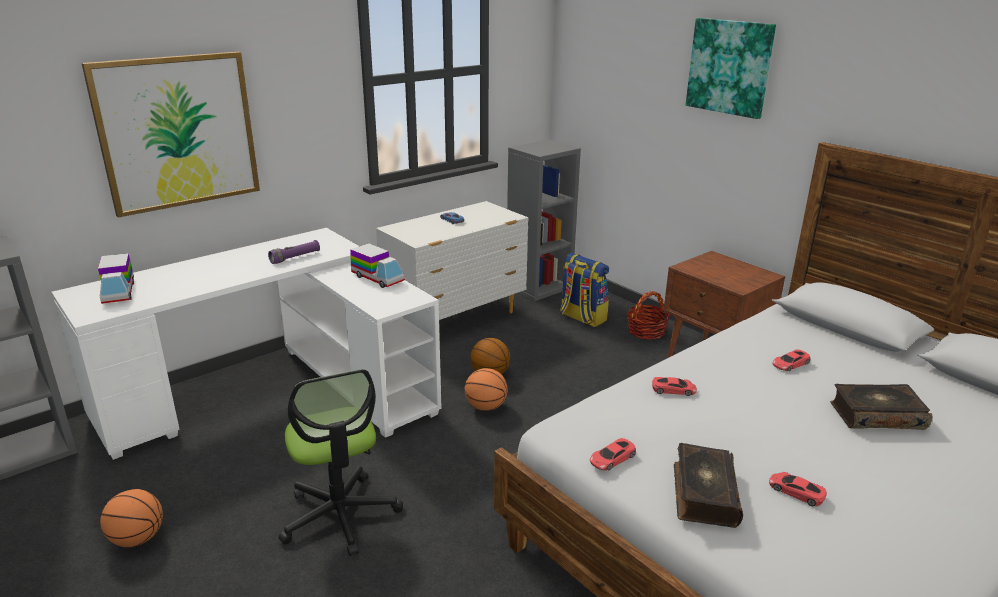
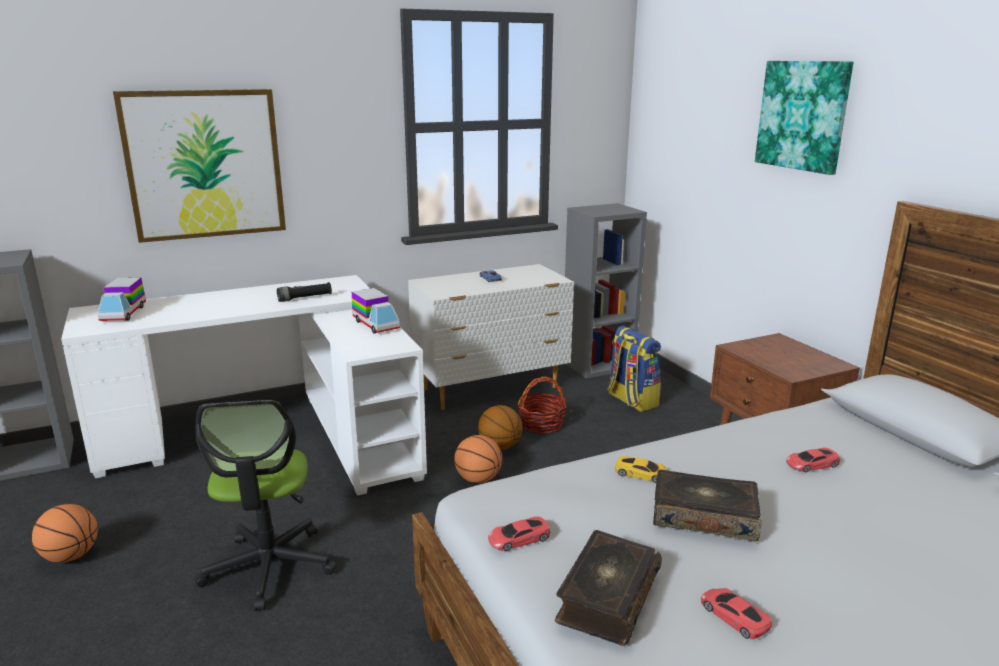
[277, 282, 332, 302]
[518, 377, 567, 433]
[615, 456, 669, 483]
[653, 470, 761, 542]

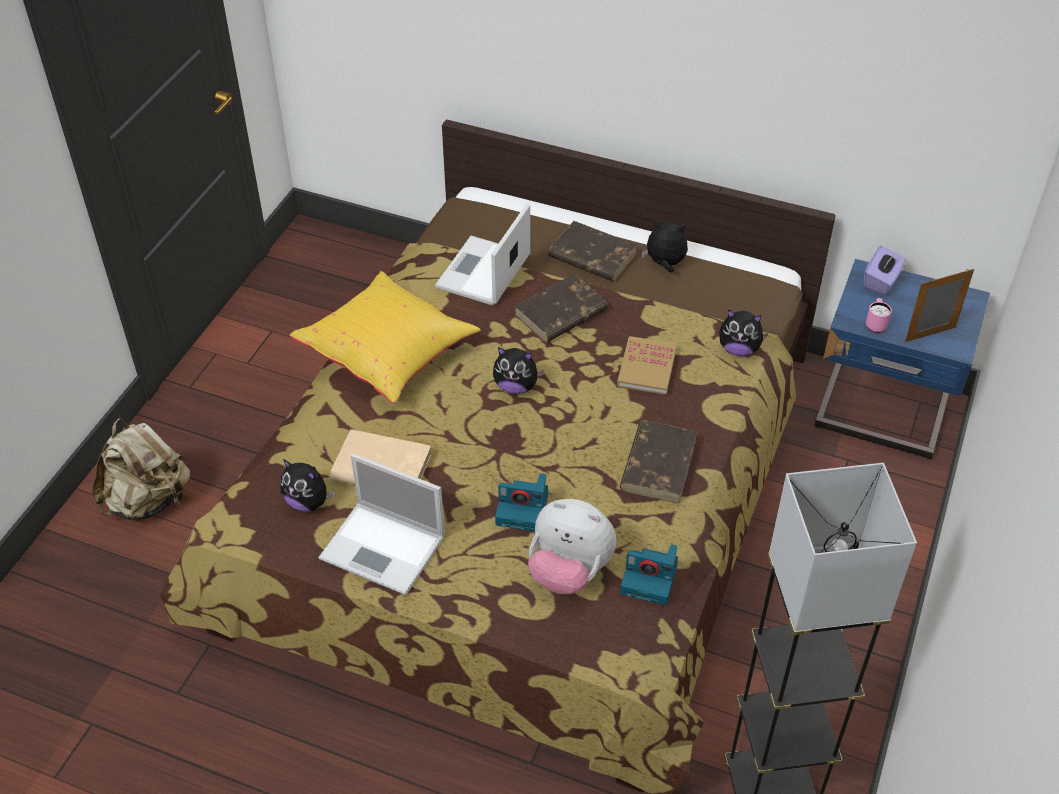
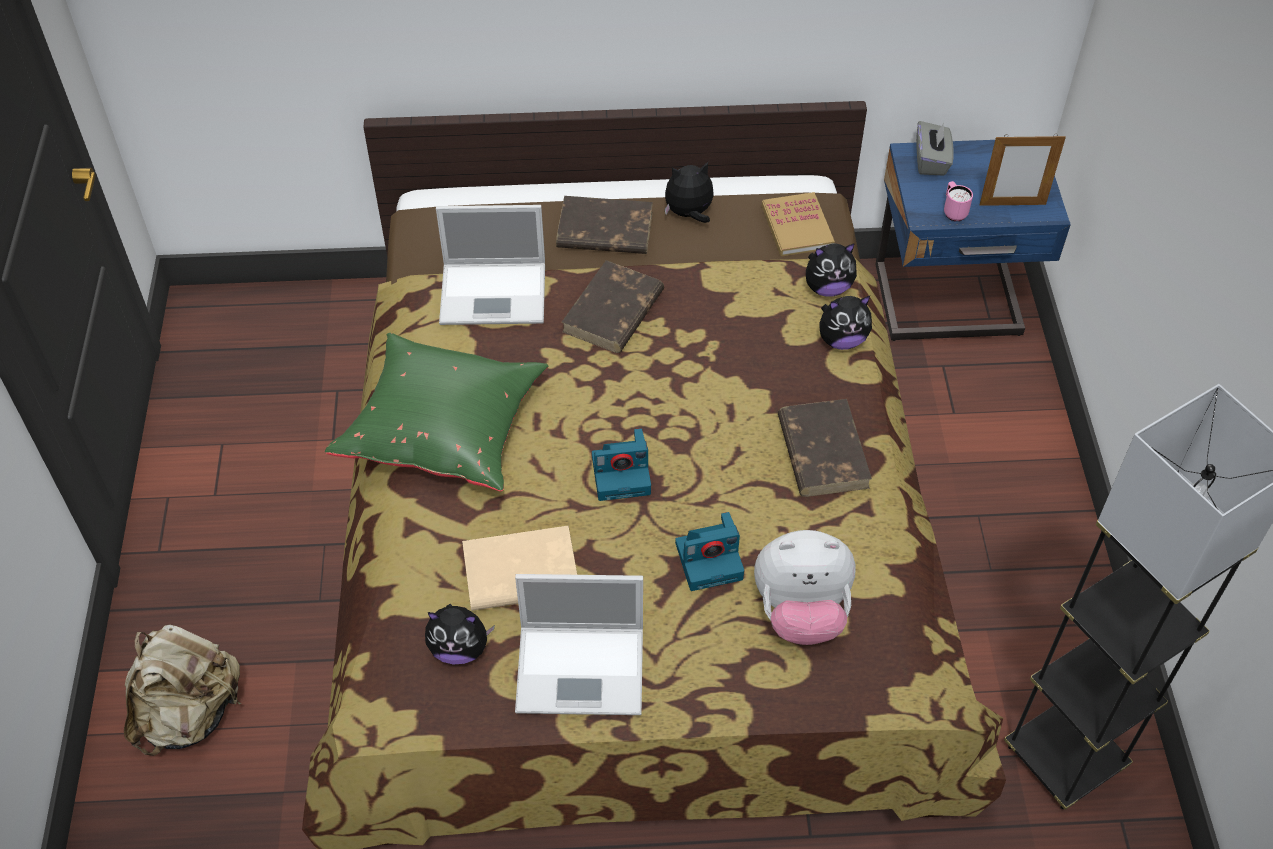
[325, 333, 548, 492]
[436, 205, 545, 325]
[819, 296, 872, 350]
[762, 192, 835, 257]
[592, 428, 651, 501]
[916, 121, 954, 176]
[979, 134, 1066, 206]

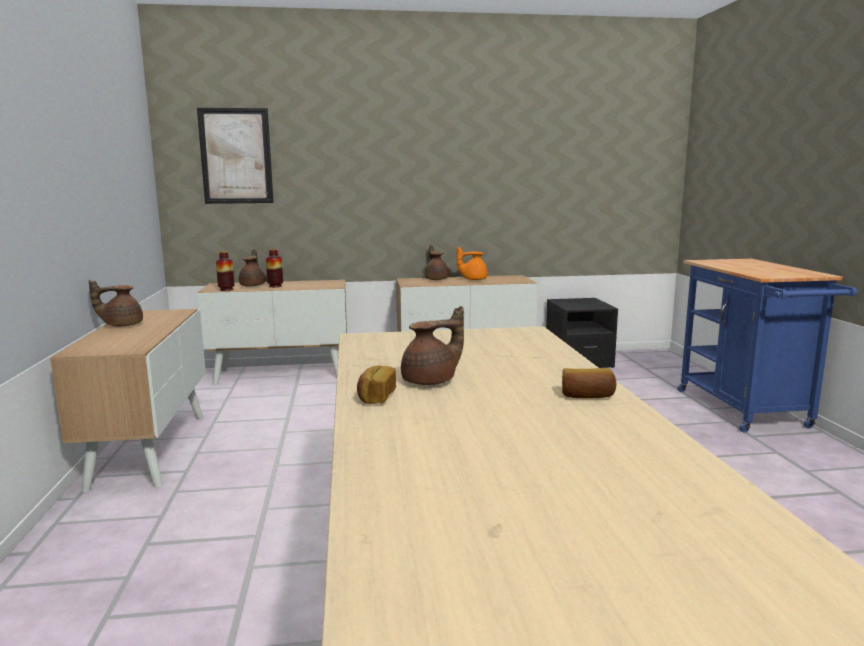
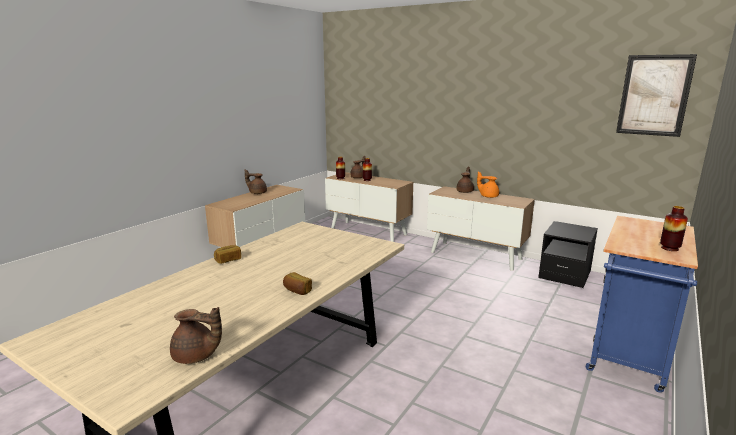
[616, 54, 697, 137]
[170, 307, 222, 364]
[660, 206, 688, 251]

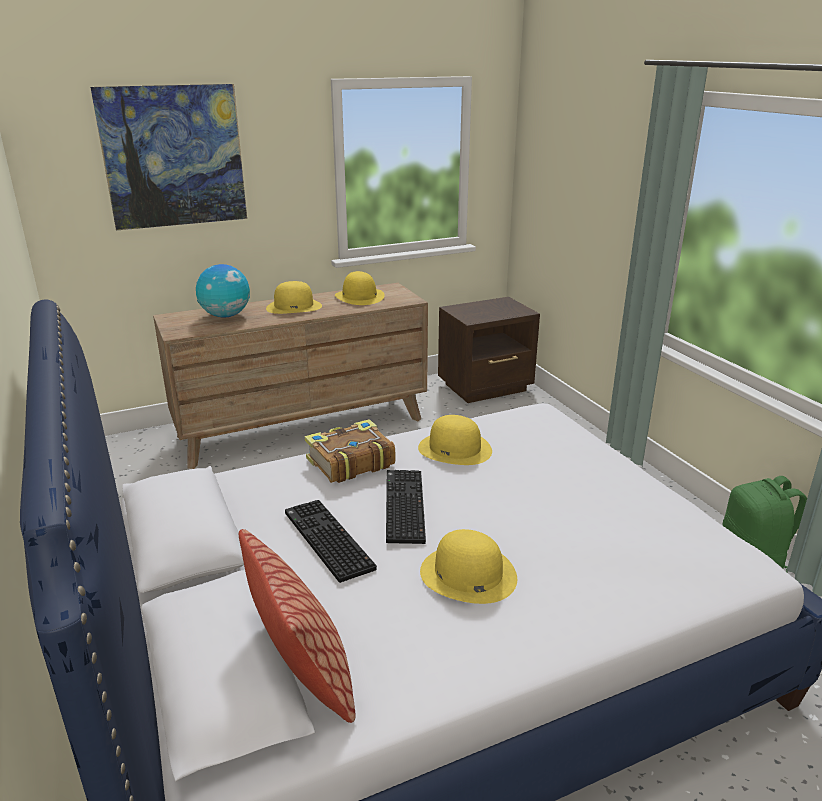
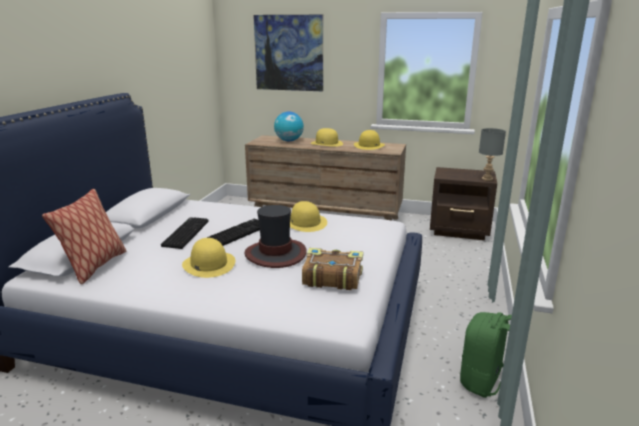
[302, 248, 363, 290]
[244, 205, 307, 268]
[479, 128, 506, 181]

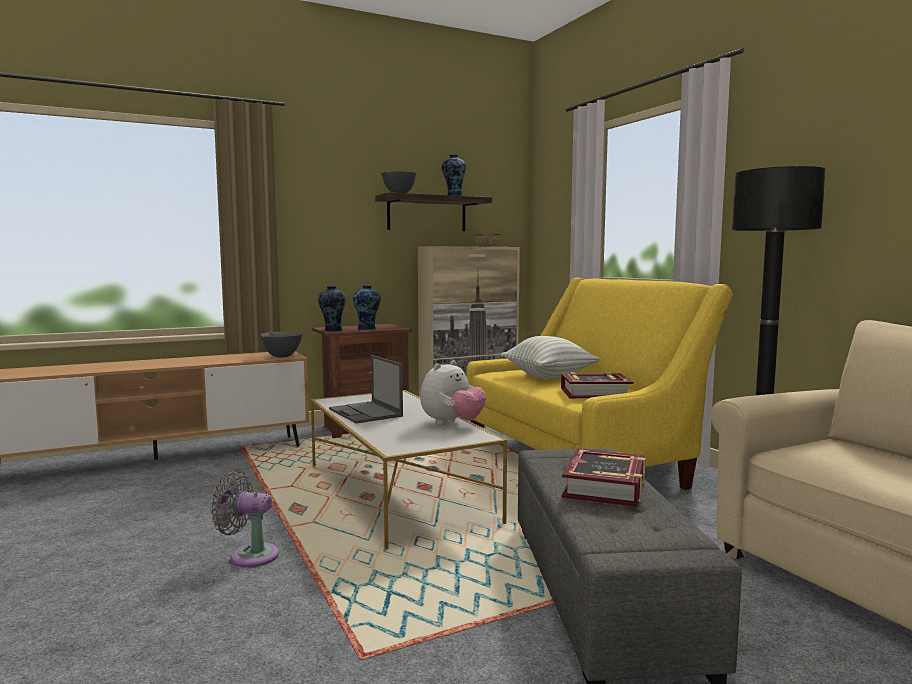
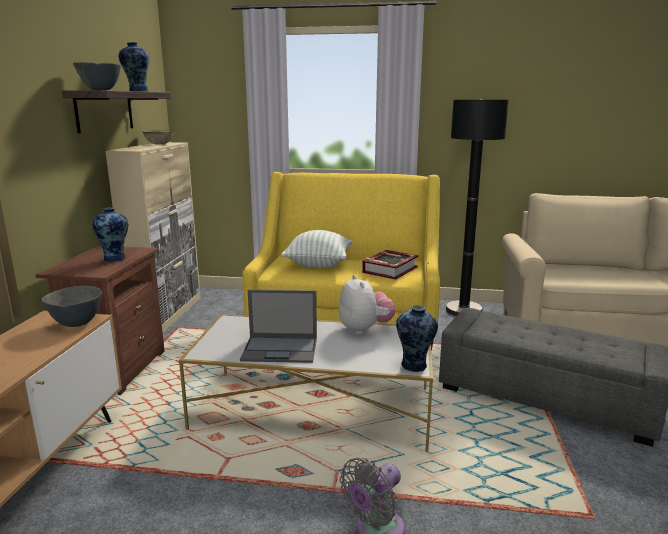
[396, 305, 438, 372]
[562, 448, 646, 507] (first image)

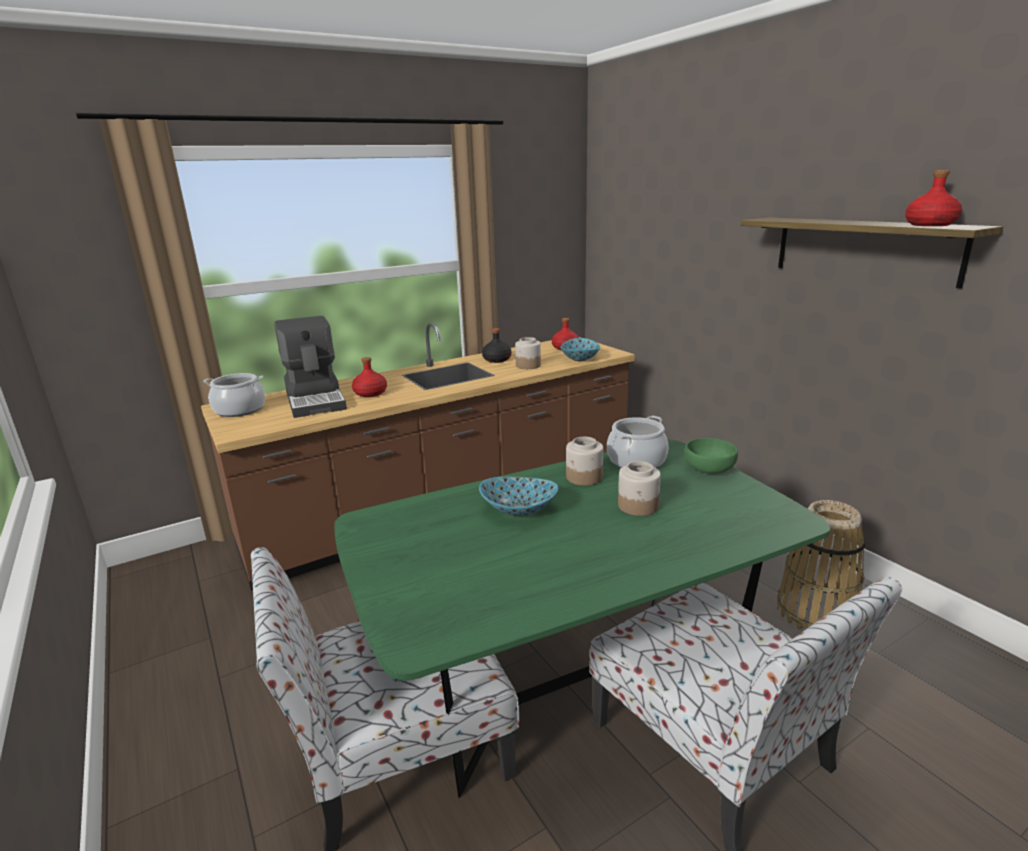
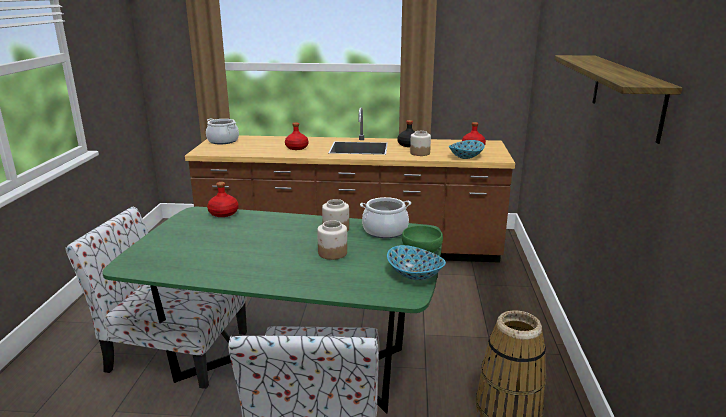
[274, 316, 347, 418] (first image)
[387, 245, 446, 280]
[207, 182, 239, 217]

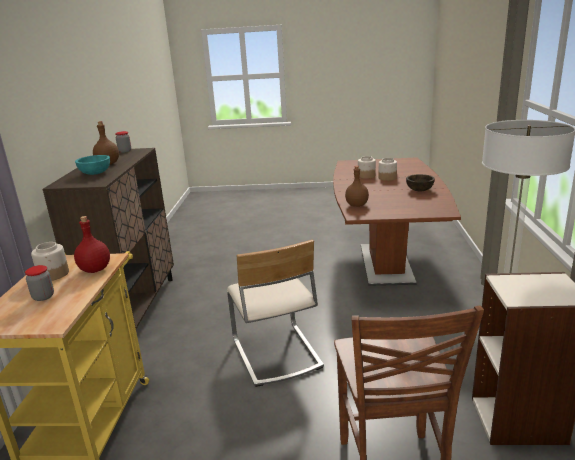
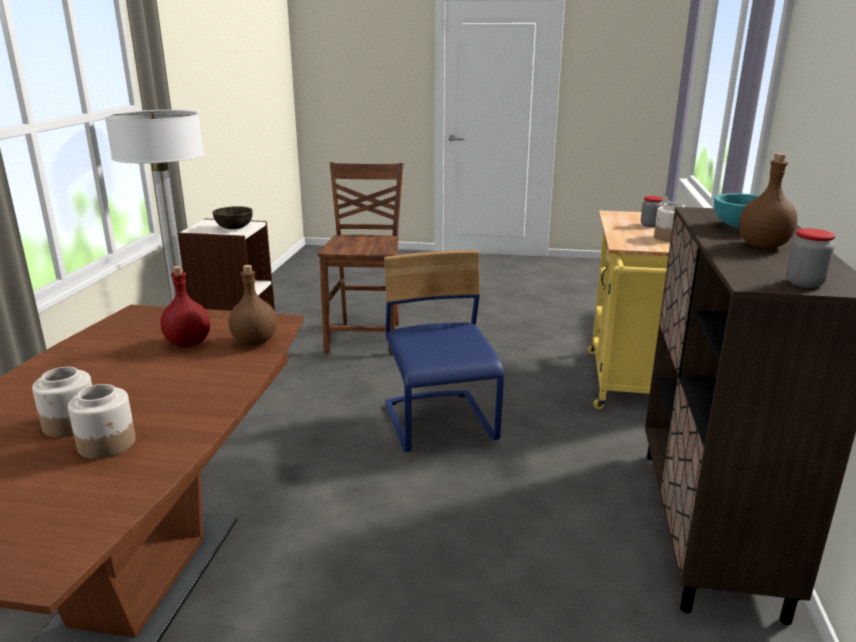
[160, 266, 210, 347]
[384, 250, 504, 452]
[212, 206, 253, 229]

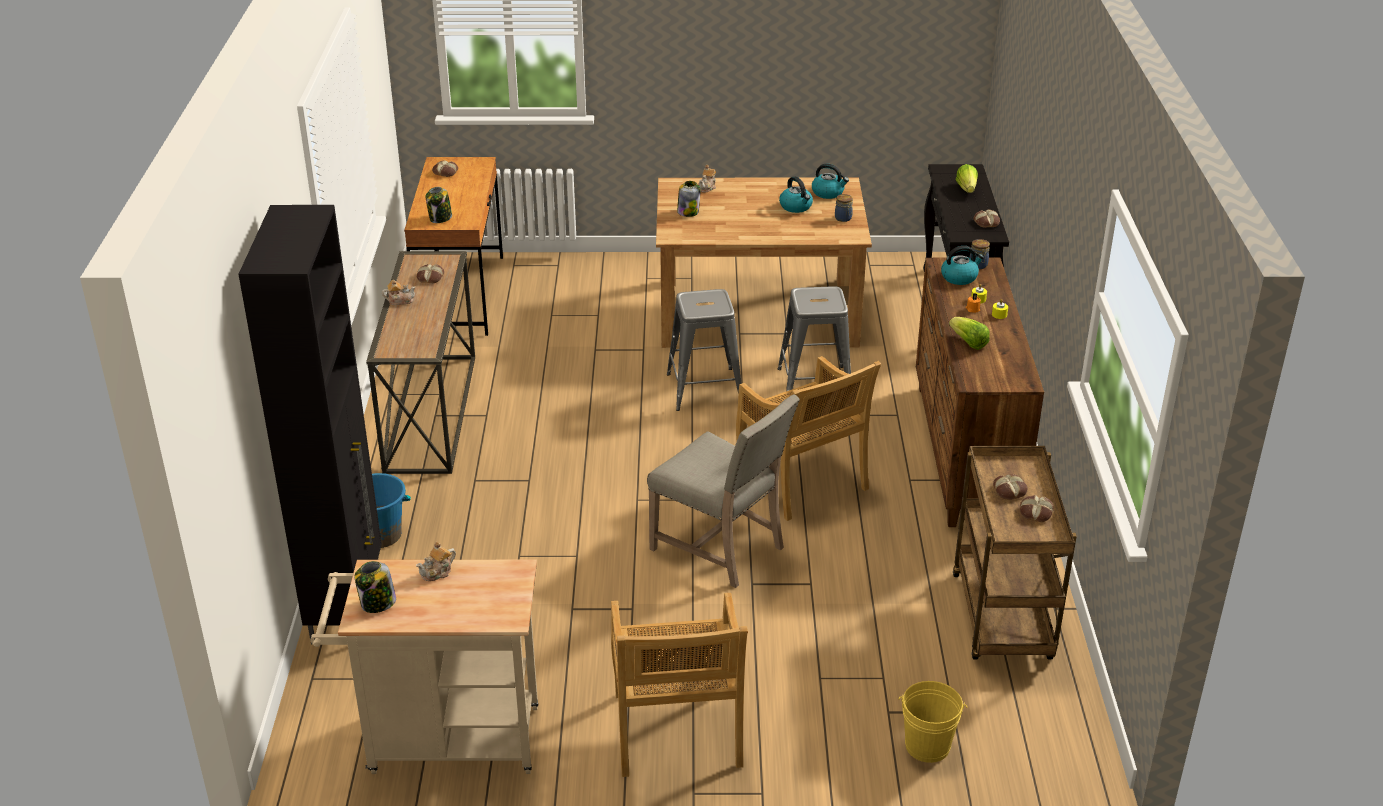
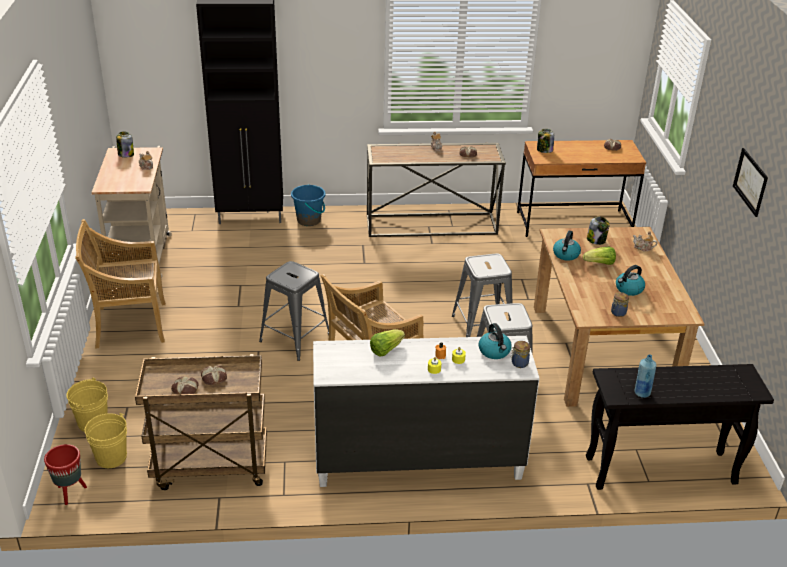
[259, 261, 329, 361]
[553, 231, 581, 261]
[313, 336, 540, 487]
[583, 247, 616, 265]
[635, 354, 656, 398]
[44, 444, 87, 505]
[85, 413, 127, 468]
[733, 148, 768, 217]

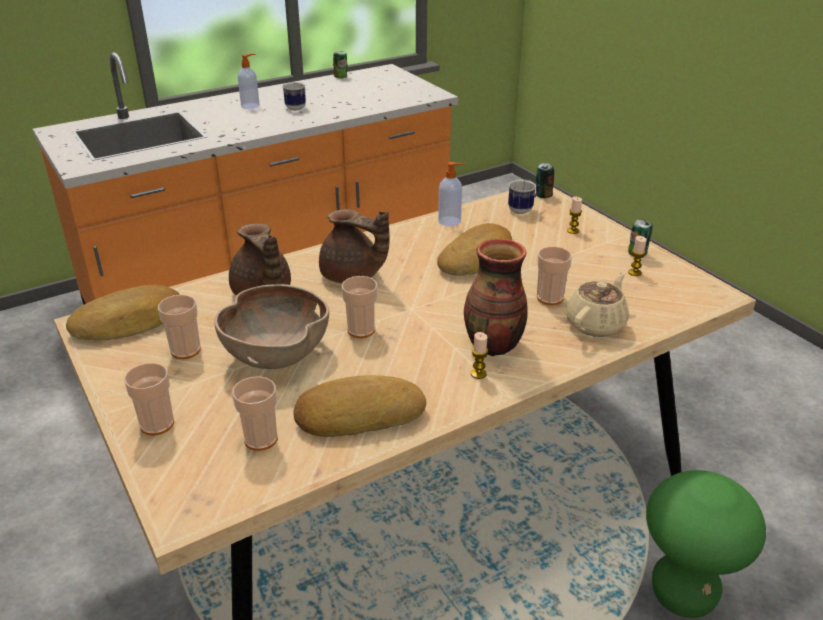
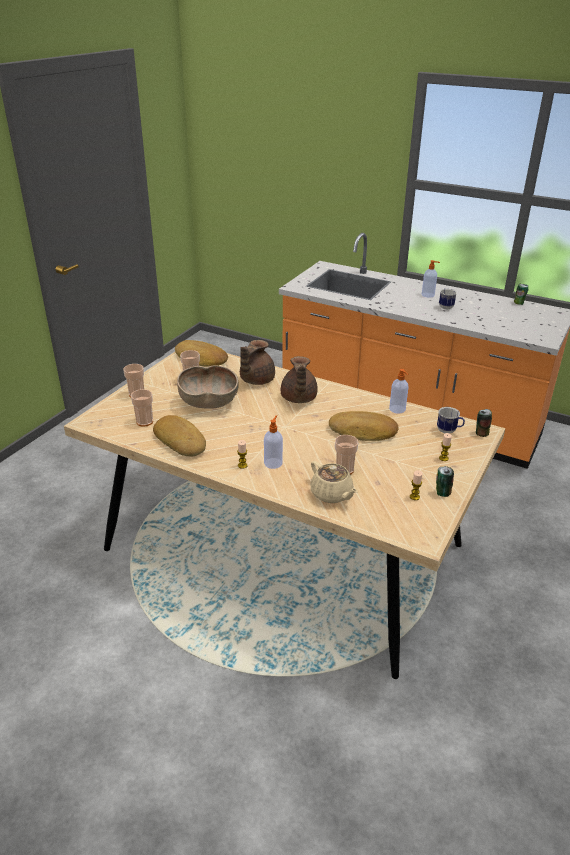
[341, 276, 378, 338] (first image)
[264, 415, 283, 469]
[310, 461, 358, 503]
[646, 470, 766, 618] (first image)

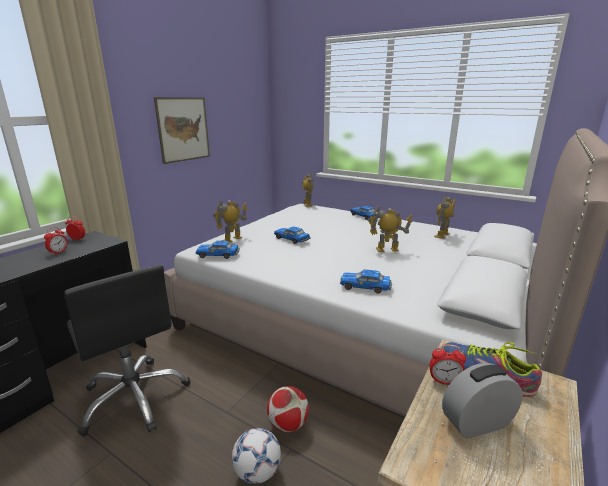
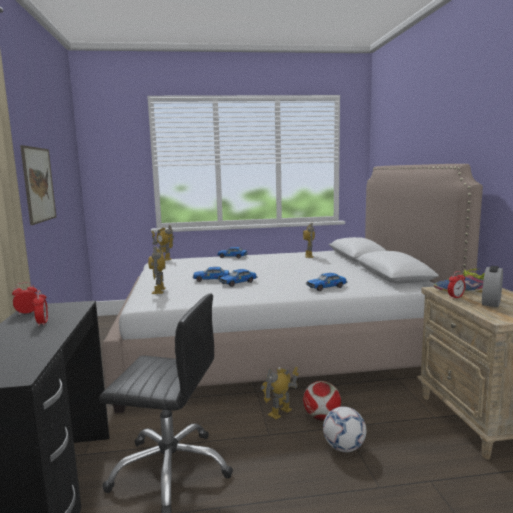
[219, 269, 258, 287]
[261, 367, 299, 419]

